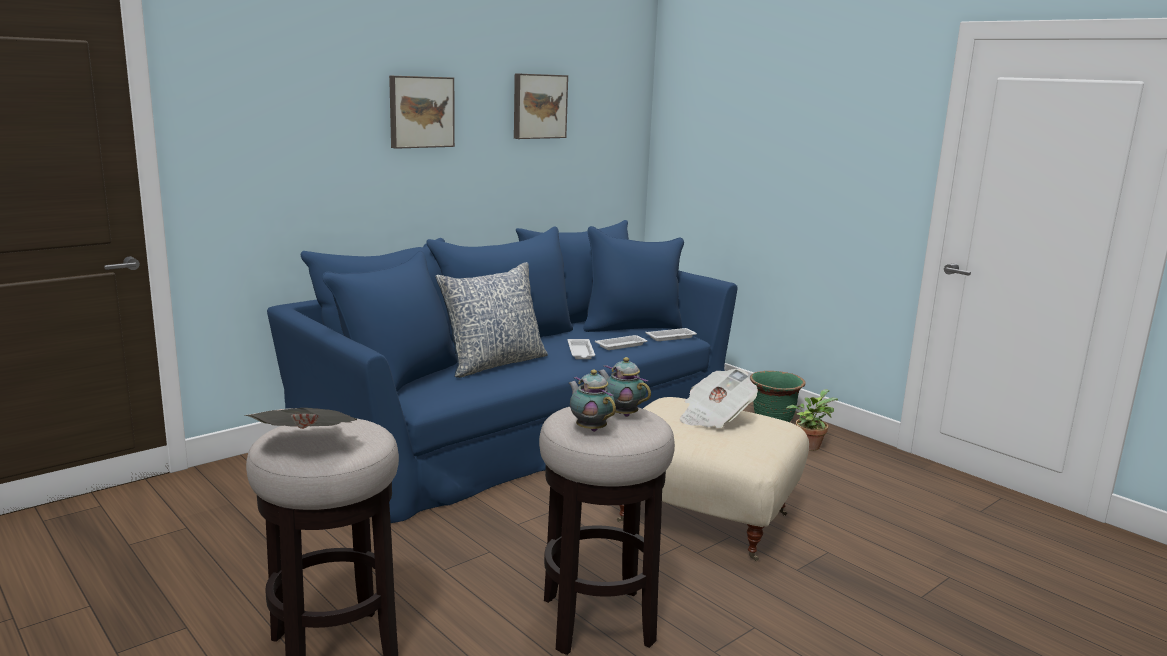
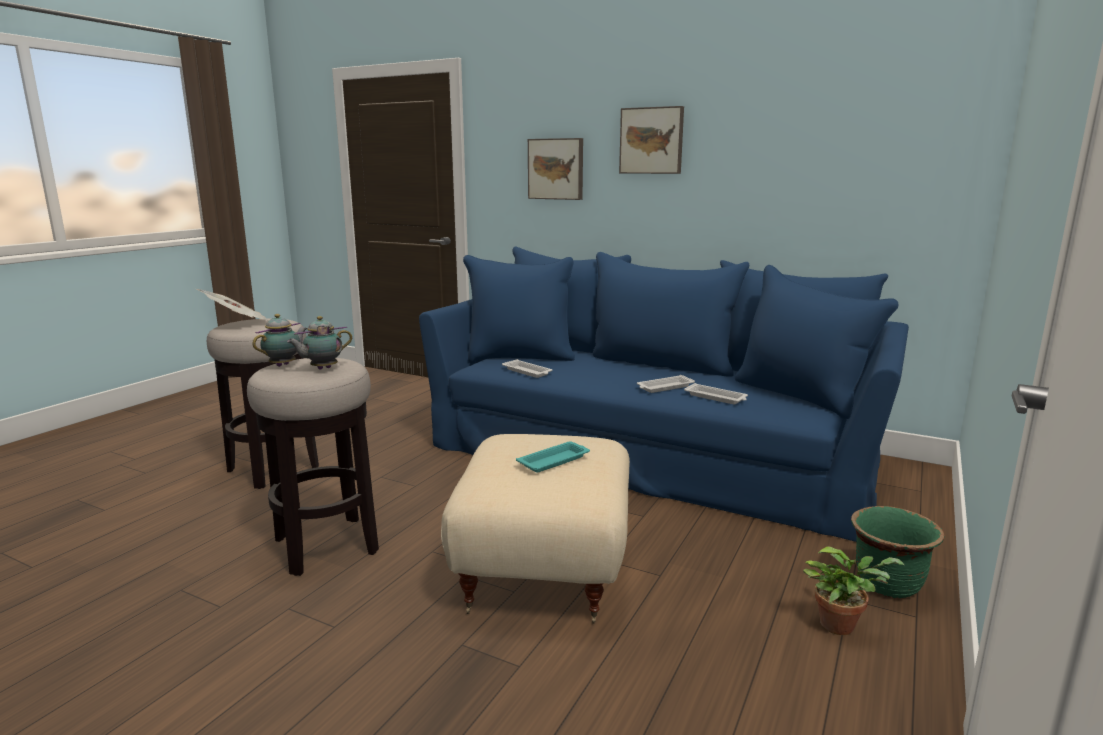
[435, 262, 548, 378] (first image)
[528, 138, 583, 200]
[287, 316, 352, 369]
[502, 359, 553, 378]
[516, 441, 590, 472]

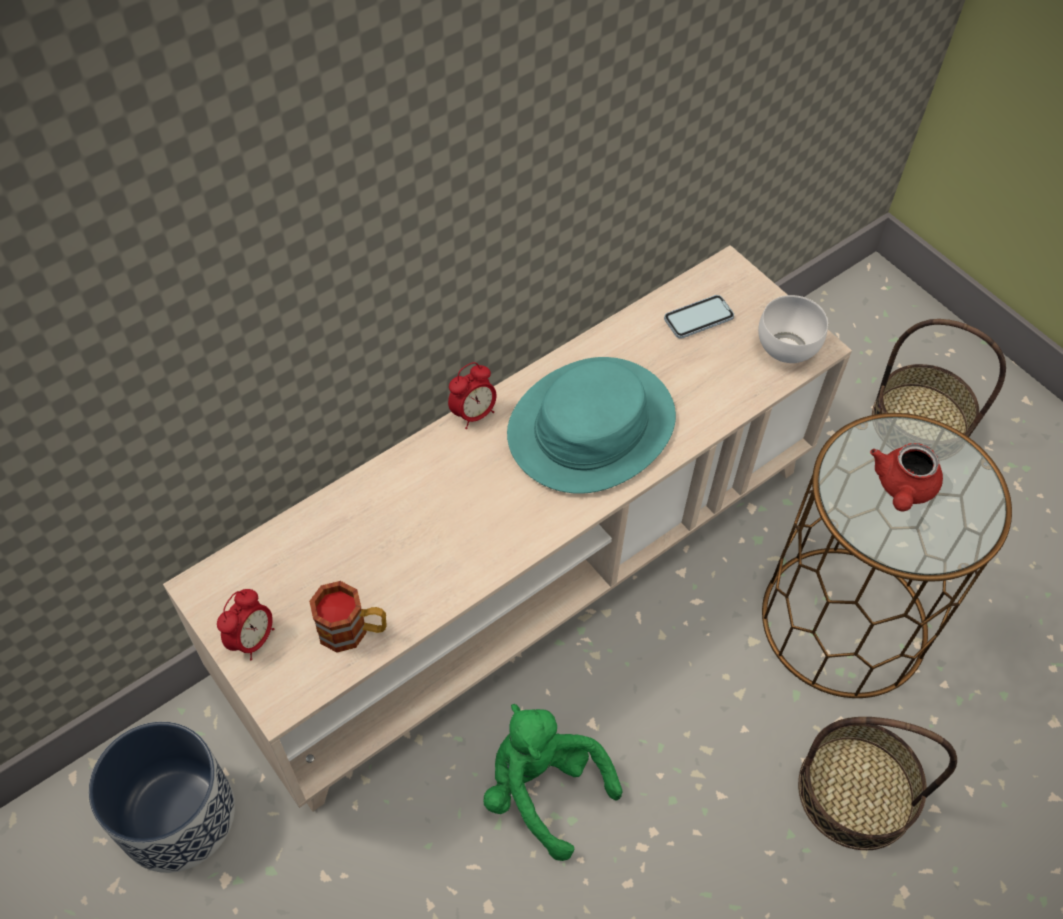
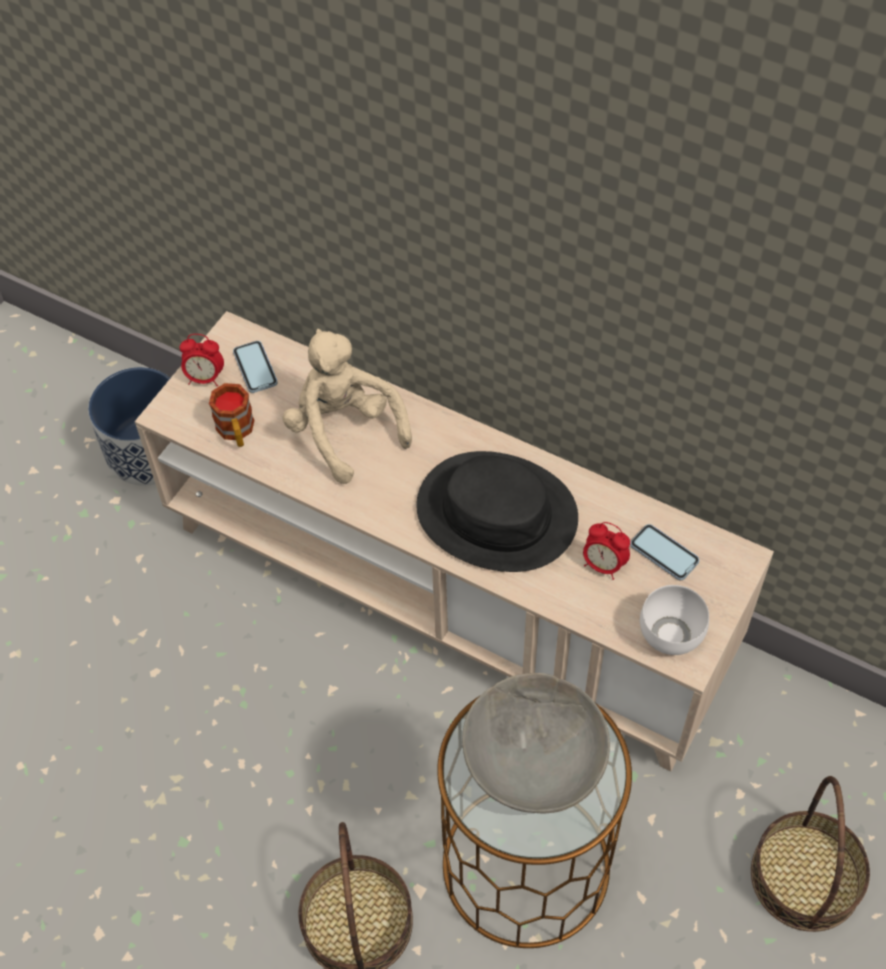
[583, 522, 630, 580]
[483, 704, 623, 861] (first image)
[416, 451, 578, 572]
[462, 673, 610, 814]
[233, 341, 278, 393]
[282, 329, 412, 484]

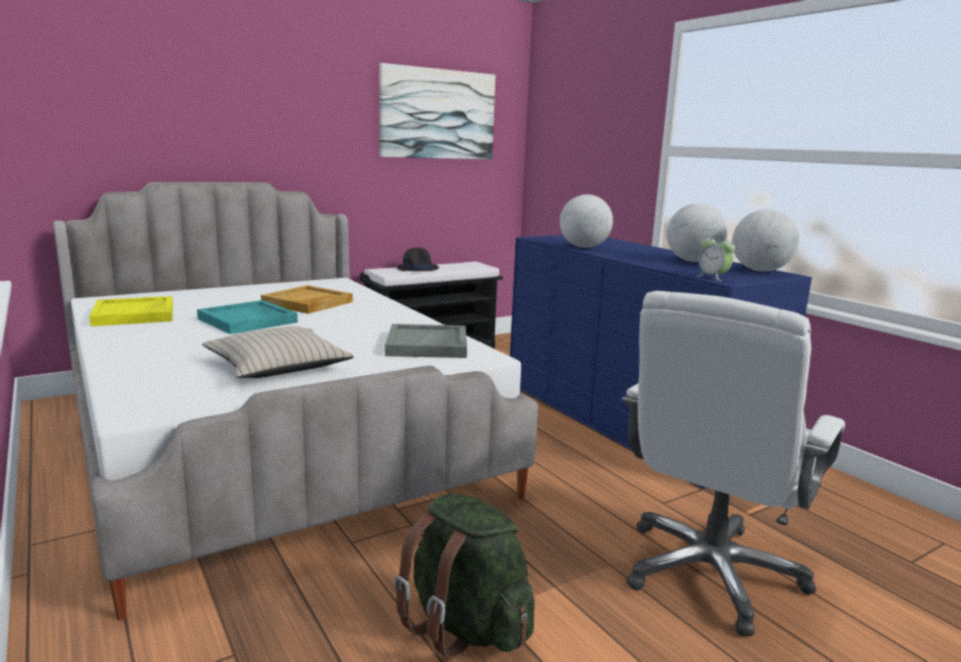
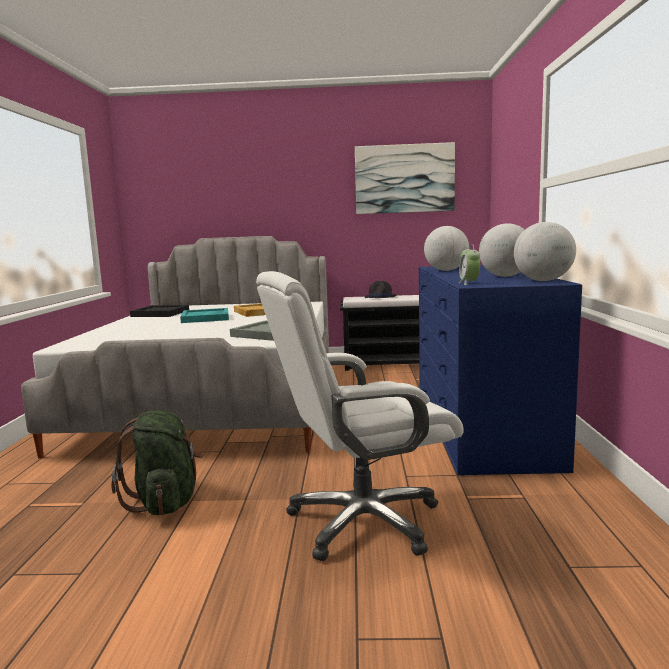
[130, 305, 189, 317]
[202, 326, 354, 378] (first image)

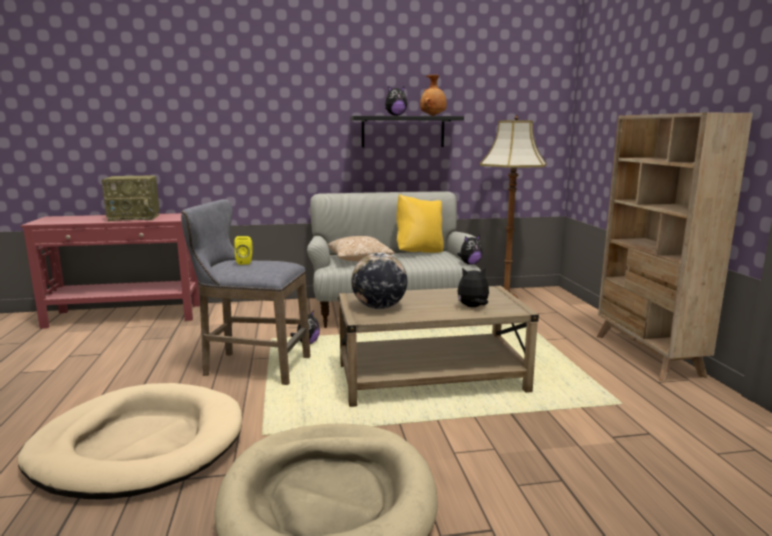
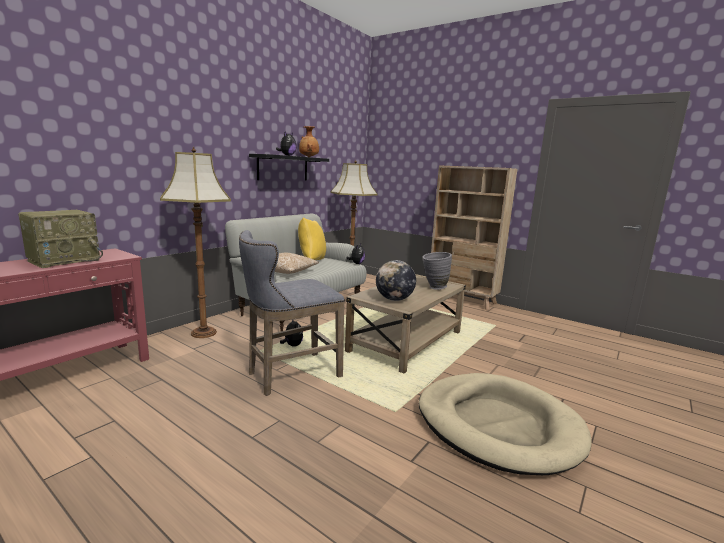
[18, 383, 242, 500] (first image)
[234, 236, 253, 265] (first image)
[423, 252, 452, 290]
[160, 146, 231, 338]

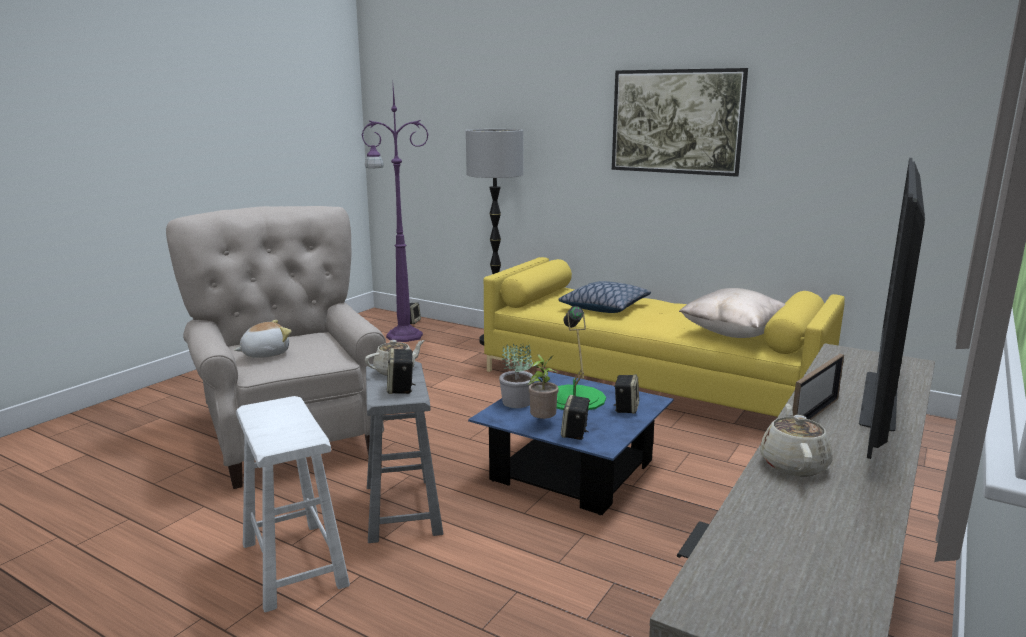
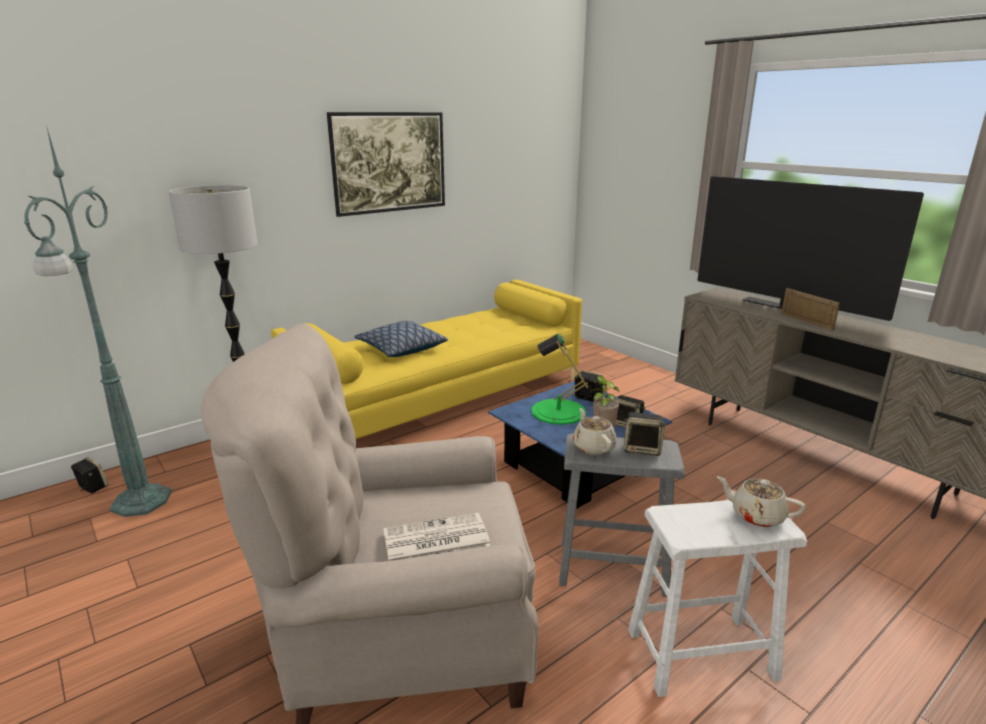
[383, 513, 490, 561]
[24, 125, 172, 517]
[499, 344, 534, 408] (first image)
[679, 288, 785, 338] (first image)
[717, 476, 806, 527]

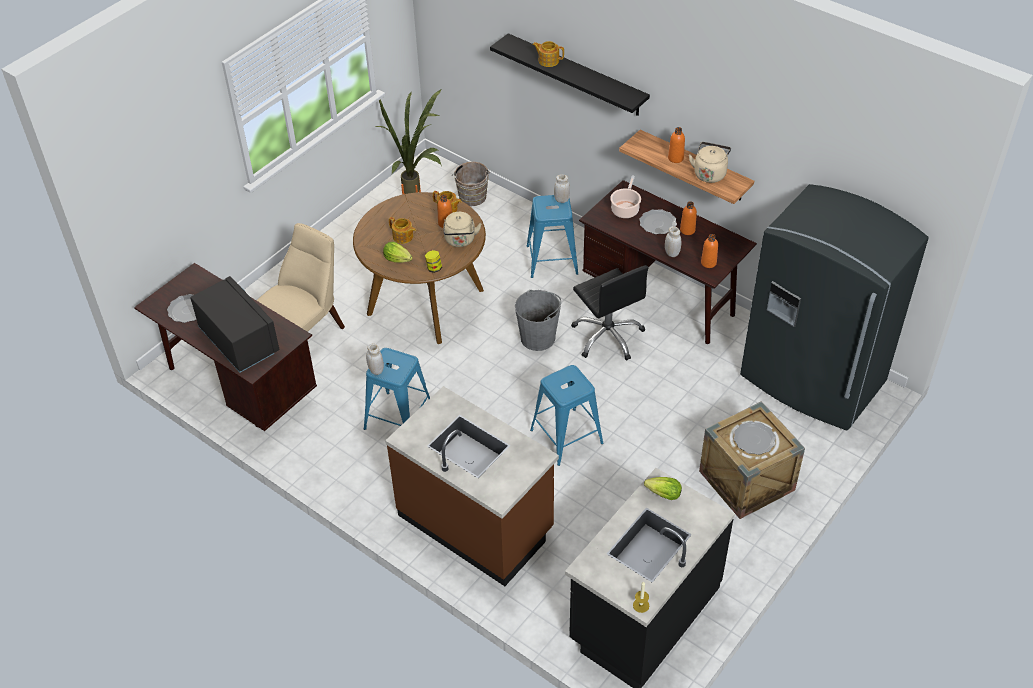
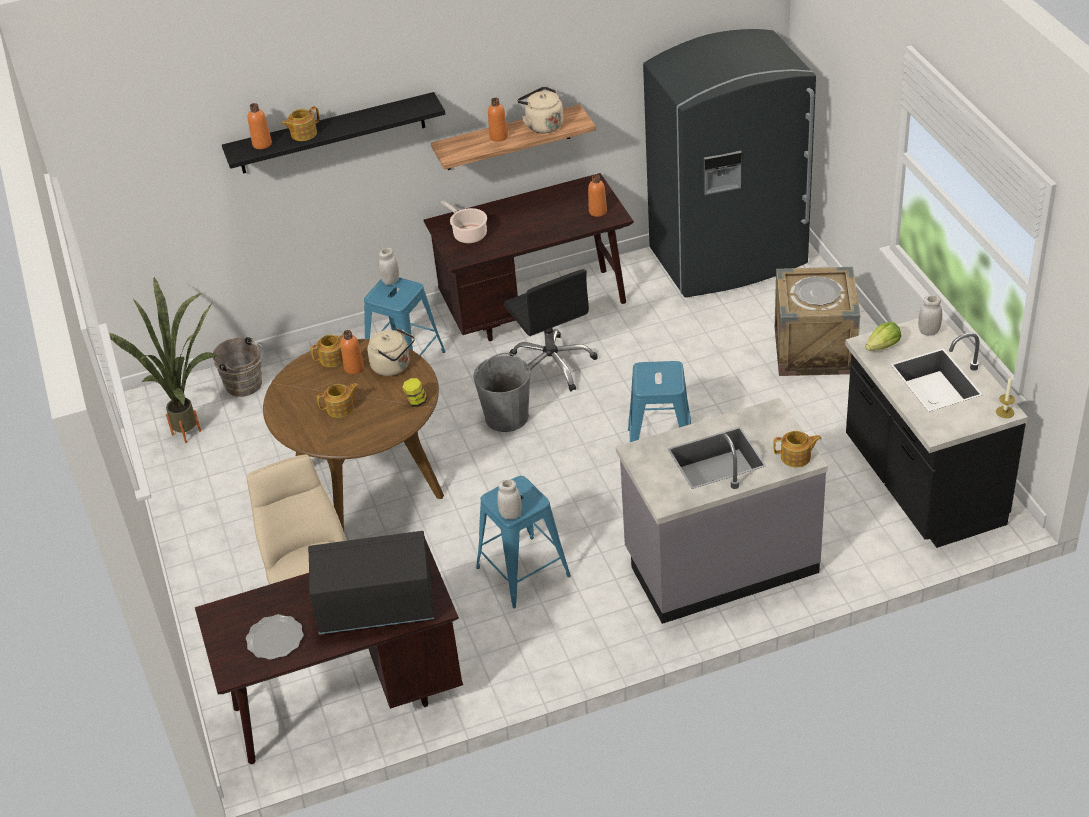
[383, 242, 413, 263] (first image)
[616, 398, 828, 624]
[504, 269, 598, 391]
[639, 209, 677, 234] (first image)
[918, 296, 942, 336]
[248, 103, 272, 149]
[773, 431, 822, 467]

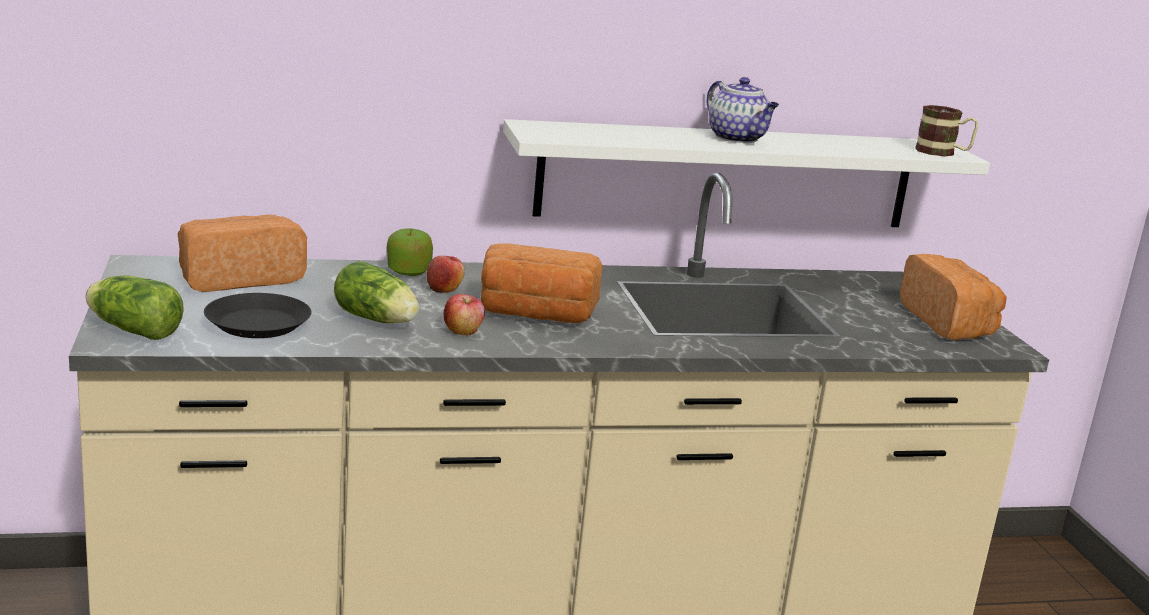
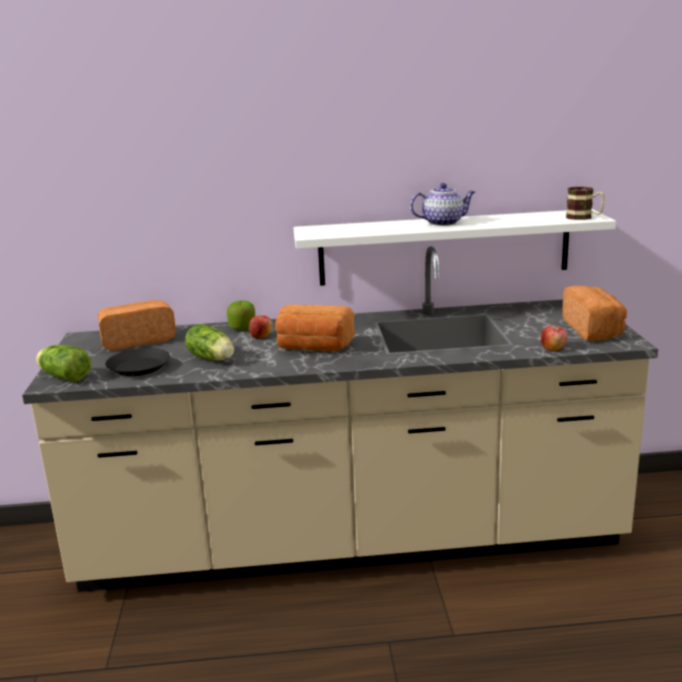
[541, 325, 568, 351]
[410, 183, 475, 226]

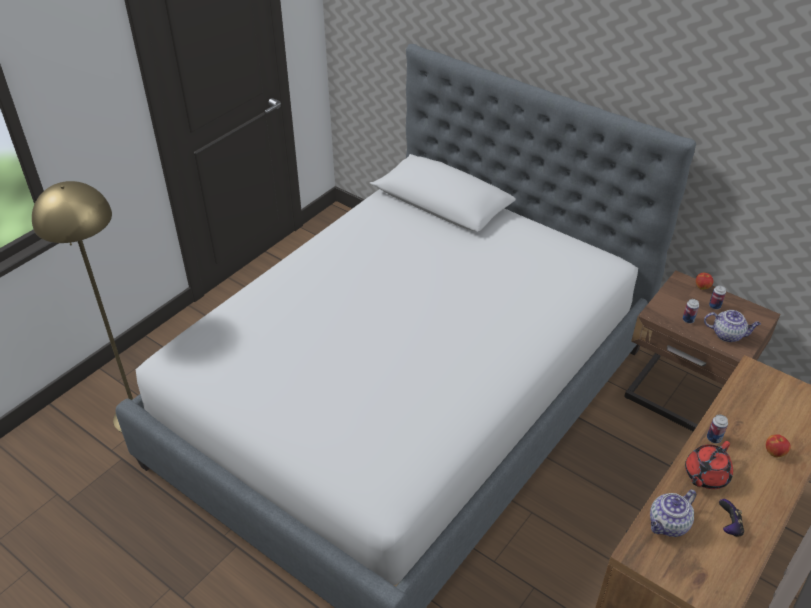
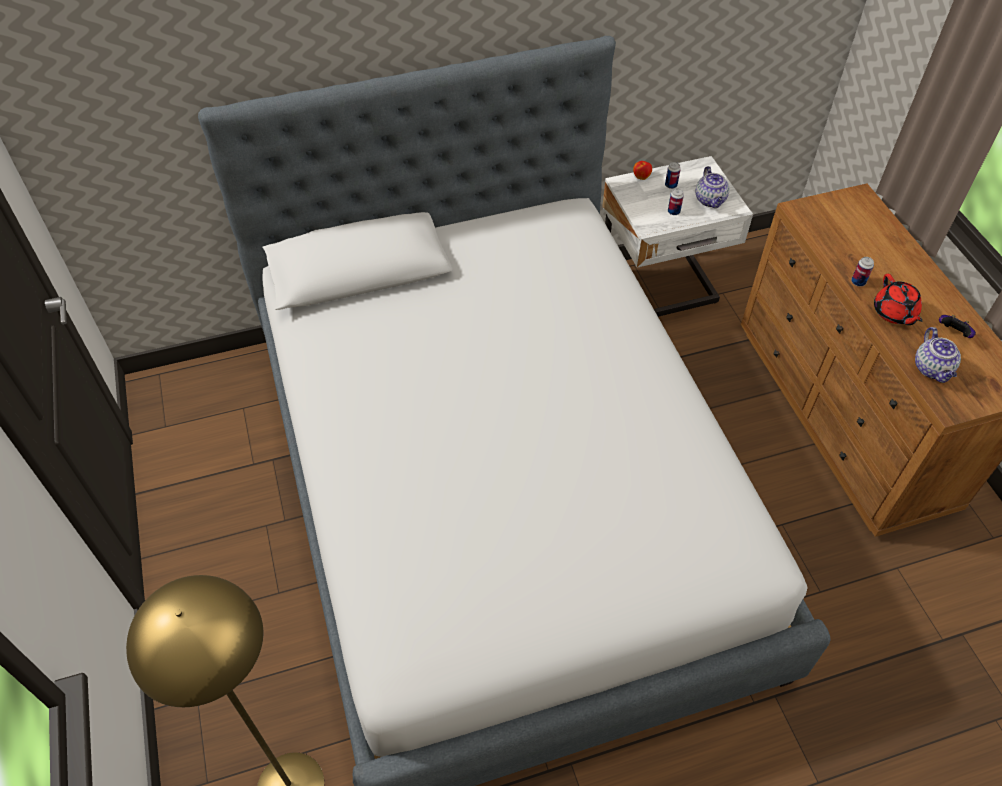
[602, 156, 753, 317]
[695, 166, 729, 208]
[766, 434, 791, 457] (first image)

